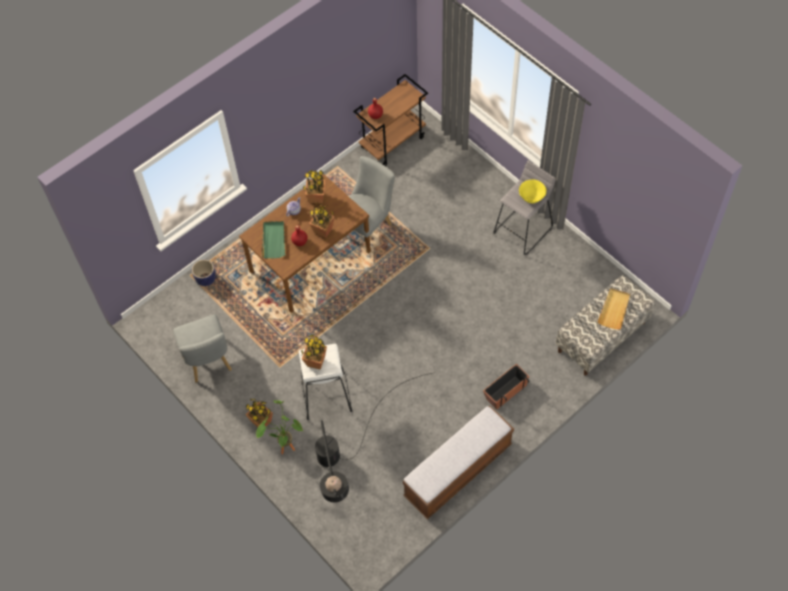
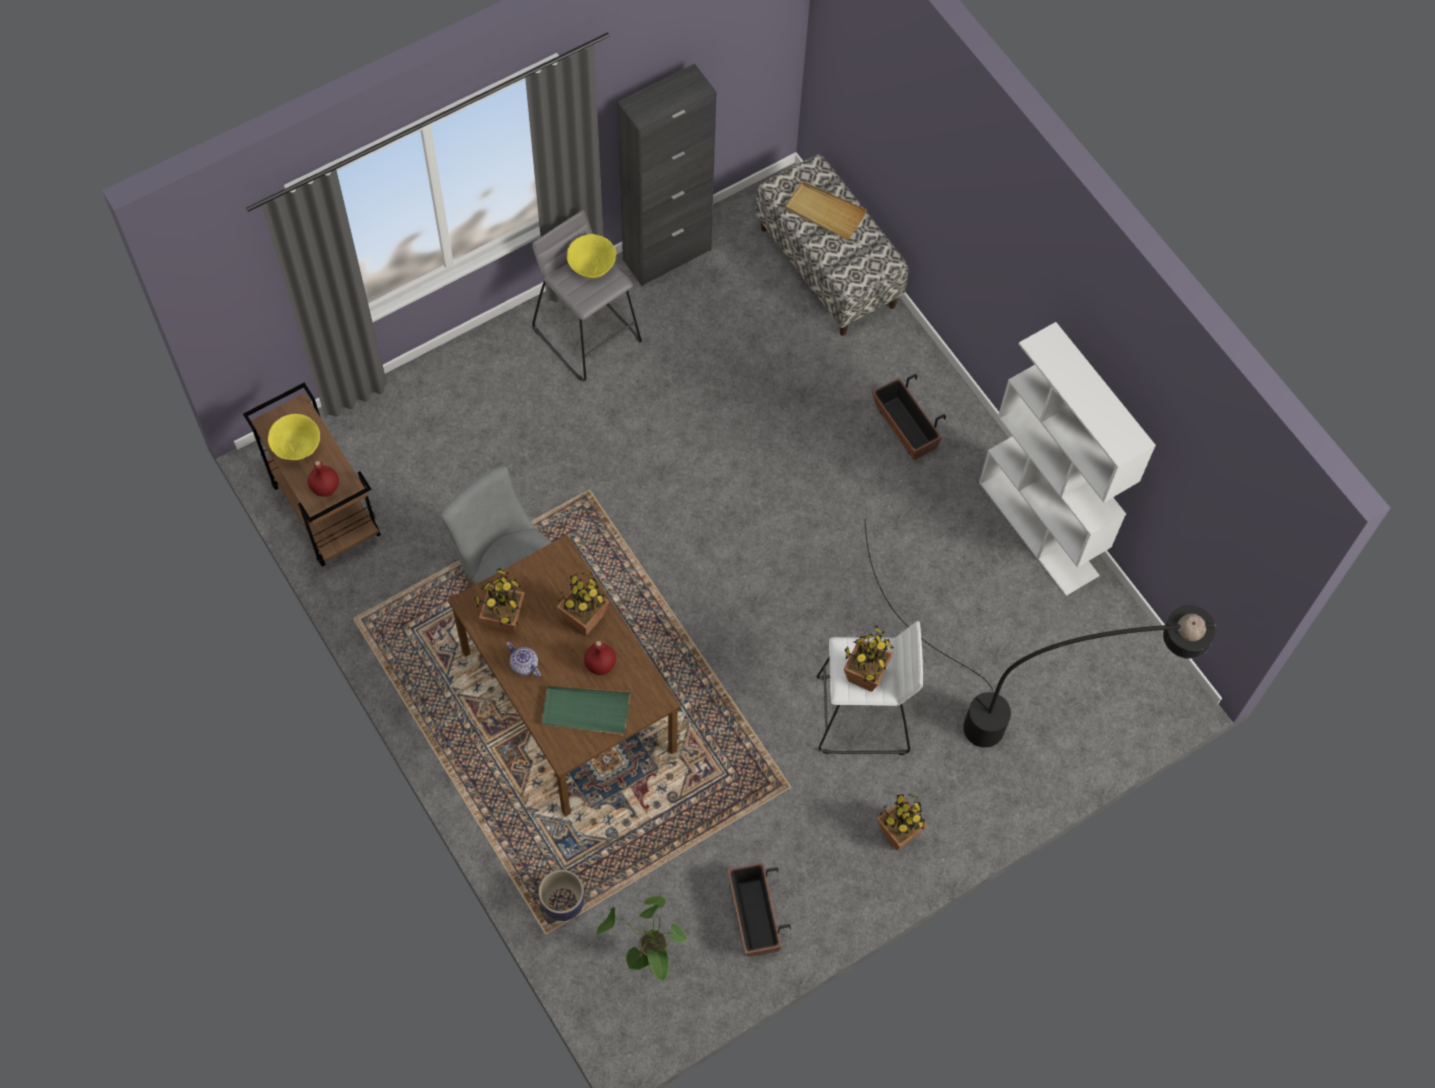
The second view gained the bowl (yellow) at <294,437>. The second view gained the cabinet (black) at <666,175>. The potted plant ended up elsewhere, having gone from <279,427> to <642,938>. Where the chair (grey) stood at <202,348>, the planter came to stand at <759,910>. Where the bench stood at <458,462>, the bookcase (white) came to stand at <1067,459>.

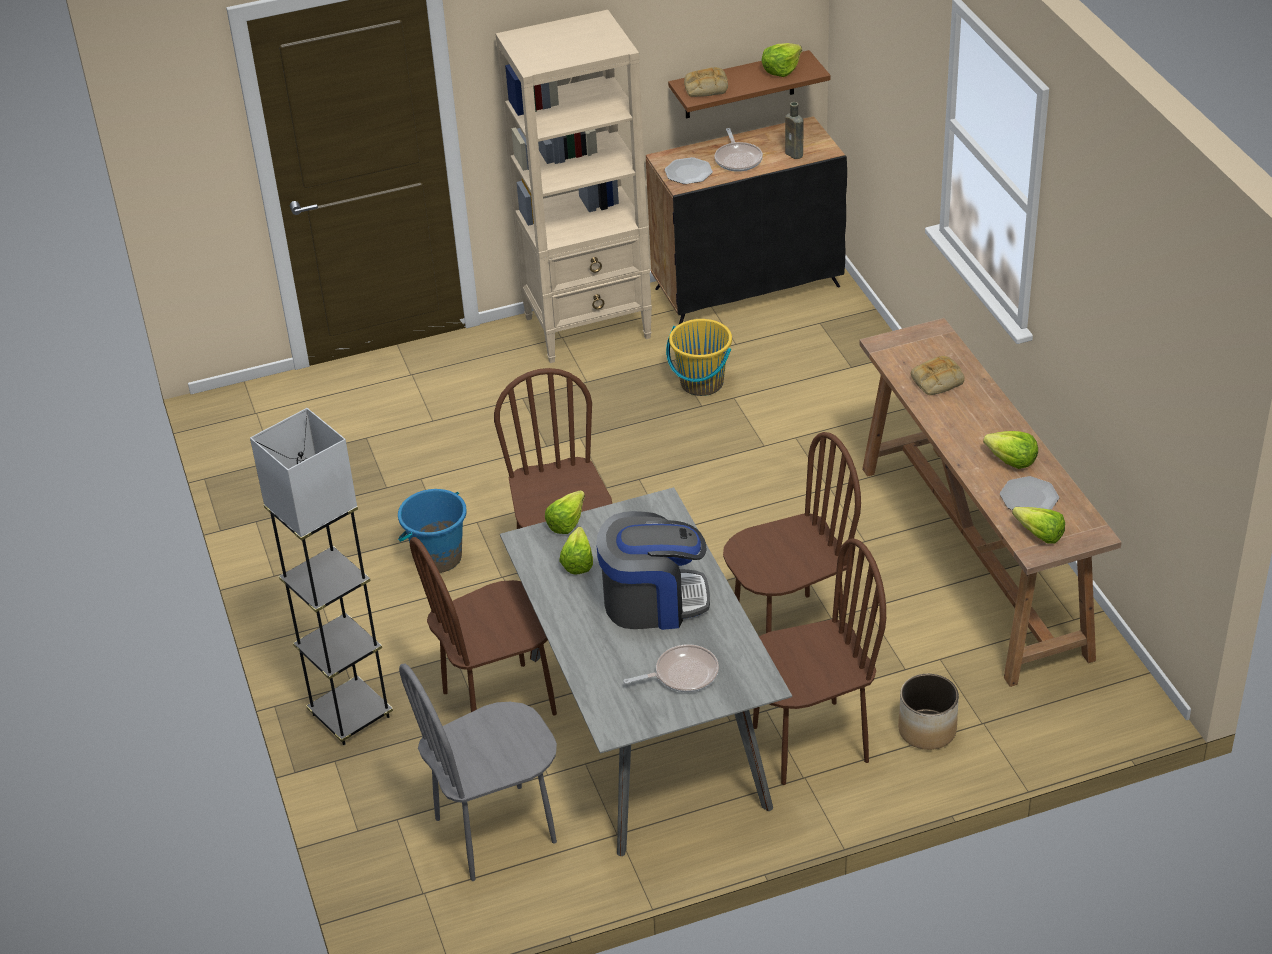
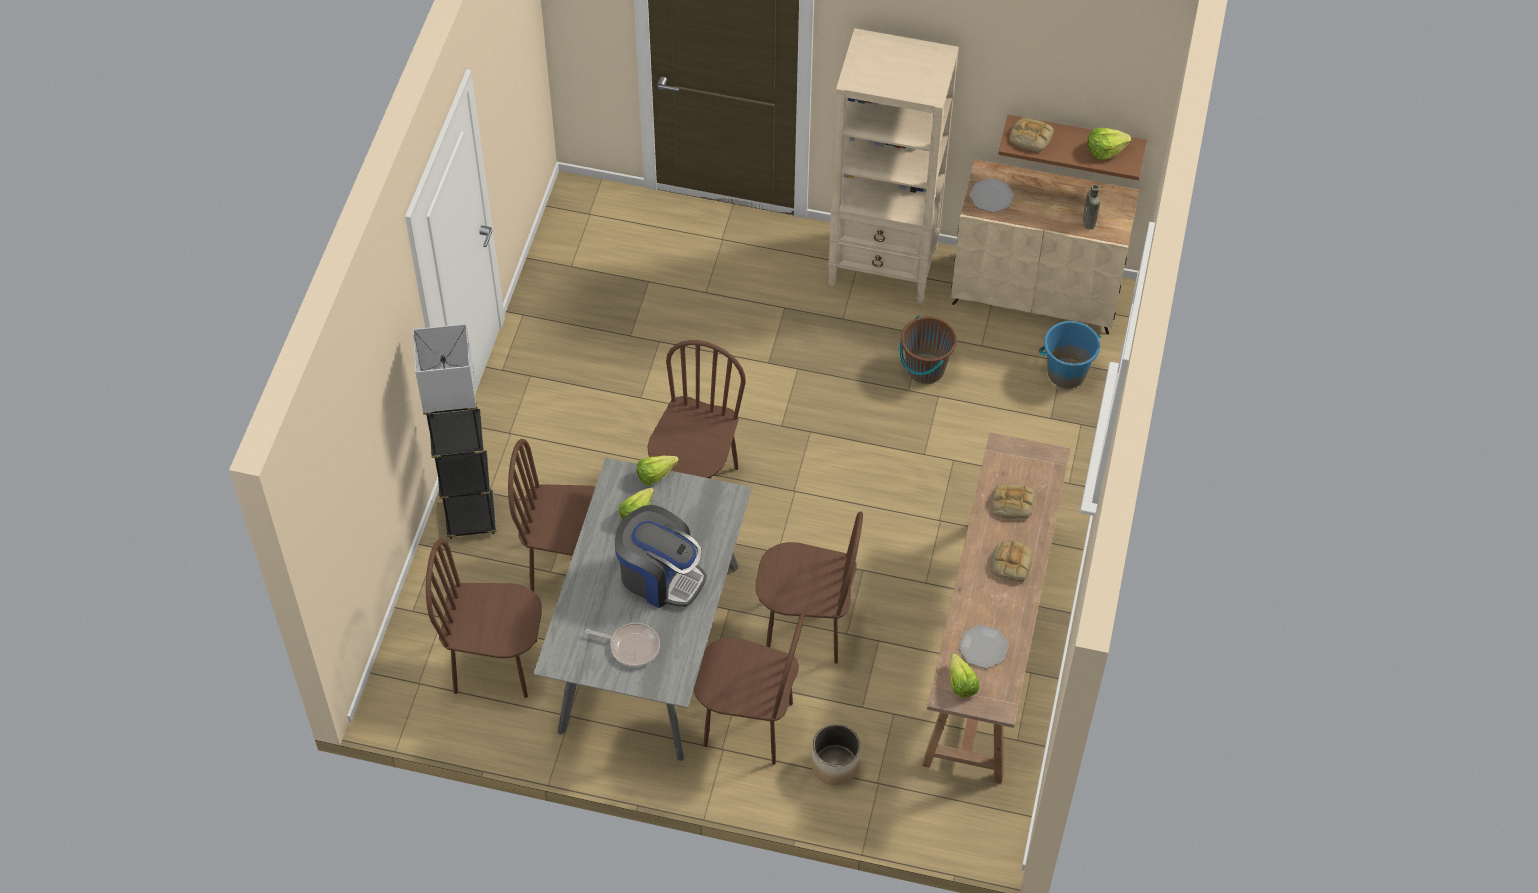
The second view lost the frying pan at <739,150>. The second view lost the lettuce at <1010,450>. The second view gained the bread at <1012,561>. The bucket (blue) ended up elsewhere, having gone from <432,531> to <1070,354>. What was the chair (grey) at <478,772> turned into the chair (brown) at <484,618>. What was the cabinet (black) at <746,220> turned into the cabinet (beige) at <1045,247>. What was the bucket (yellow) at <699,357> turned into the bucket (brown) at <928,349>.

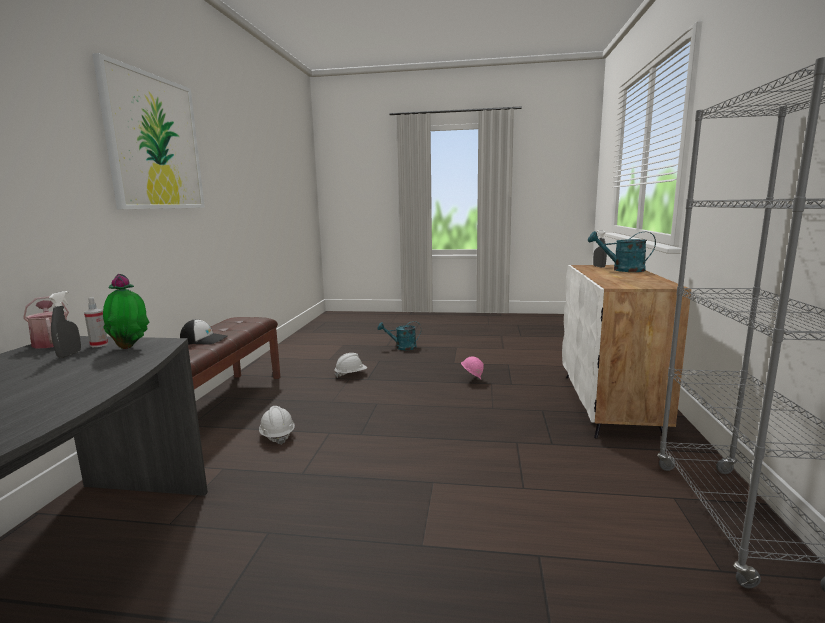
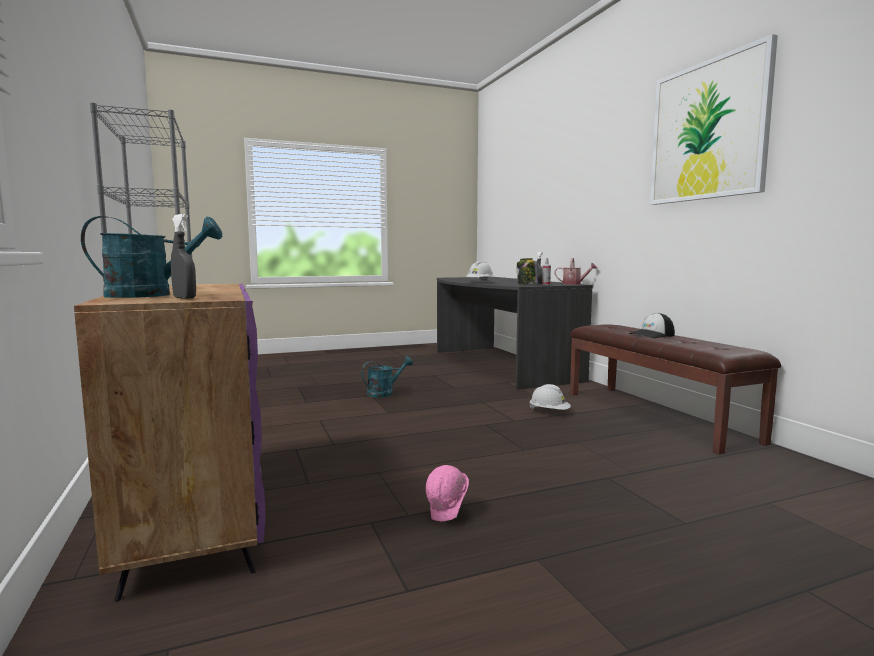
The hard hat (white) ended up elsewhere, having gone from <350,365> to <479,271>. The watering can (turquoise) ended up elsewhere, having gone from <399,335> to <387,377>. Where the potted plant stood at <126,311>, the jar came to stand at <527,271>. What was the cabinet (white) at <626,353> turned into the cabinet (purple) at <170,443>.

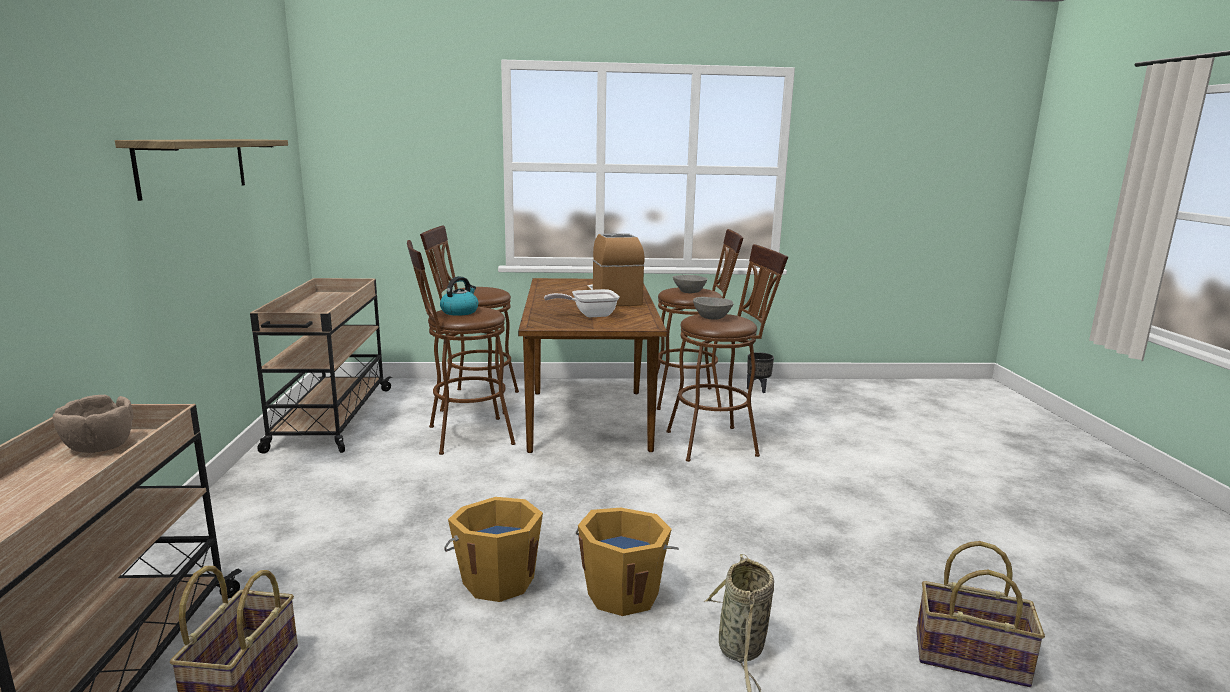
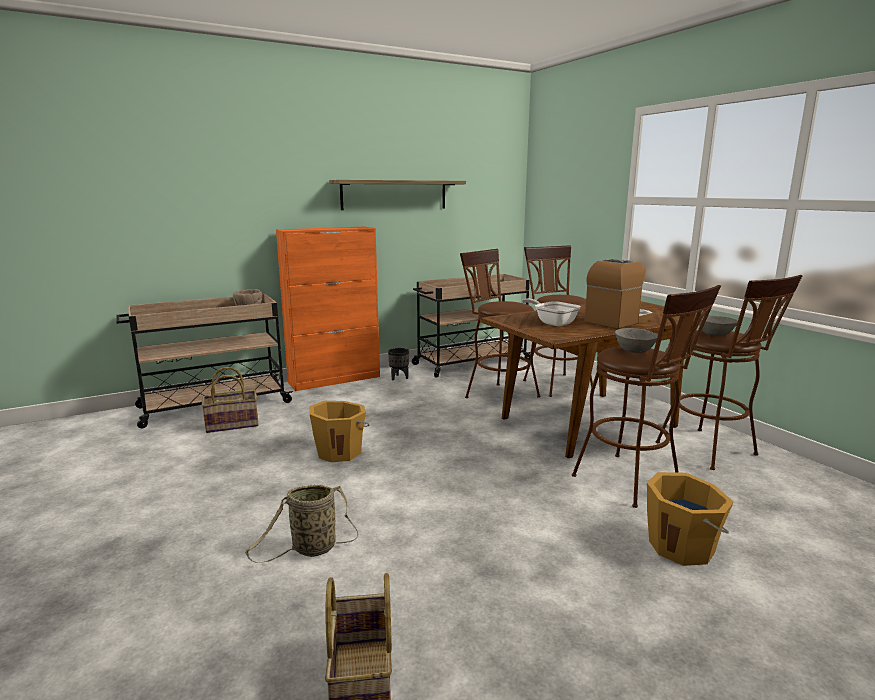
The second view lost the kettle at <459,296>. The second view gained the cabinet (orange) at <328,309>. The bucket (orange) ended up elsewhere, having gone from <627,562> to <690,519>. The planter (black) ended up elsewhere, having gone from <760,372> to <398,364>.

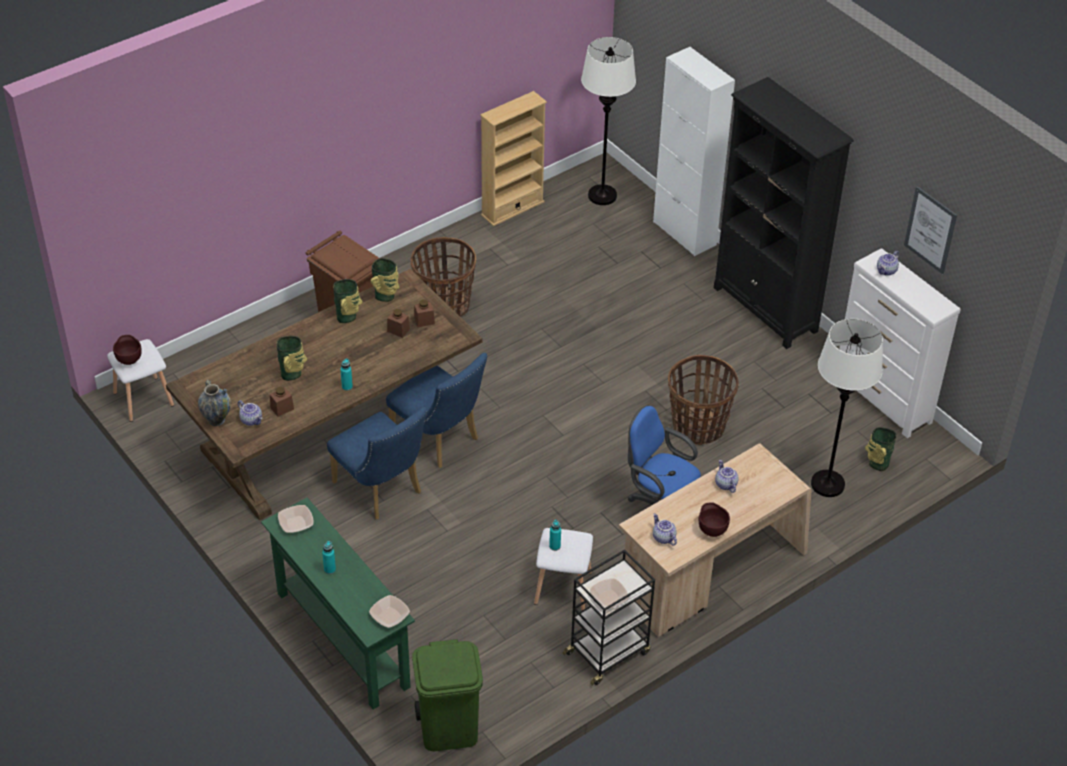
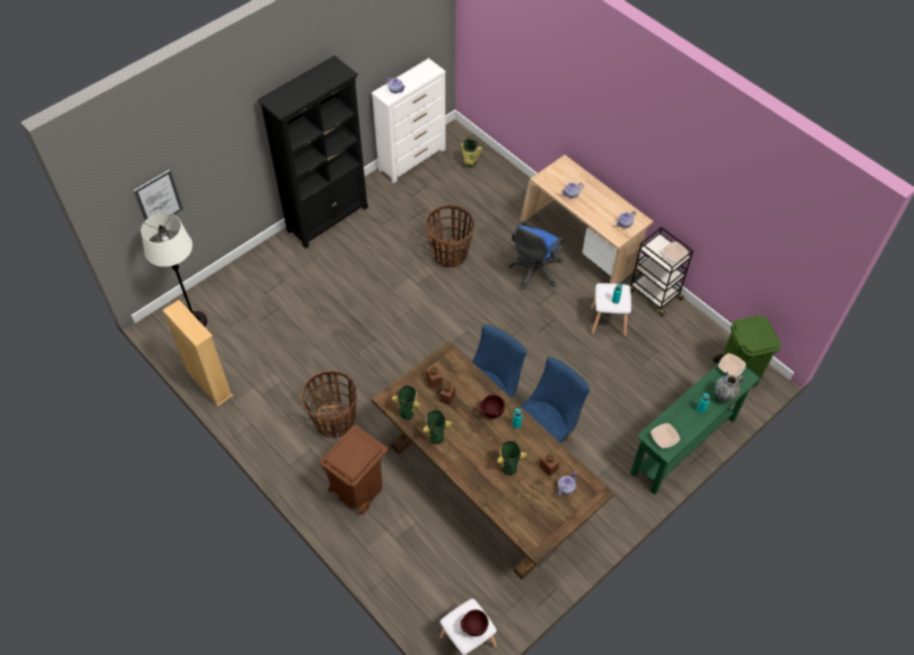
The second view lost the cabinet (white) at <694,151>. The second view lost the floor lamp (white) at <847,407>. The vase ended up elsewhere, having gone from <214,403> to <729,387>. The bowl (brown) ended up elsewhere, having gone from <714,519> to <492,406>. The picture ended up elsewhere, having gone from <930,230> to <158,195>.

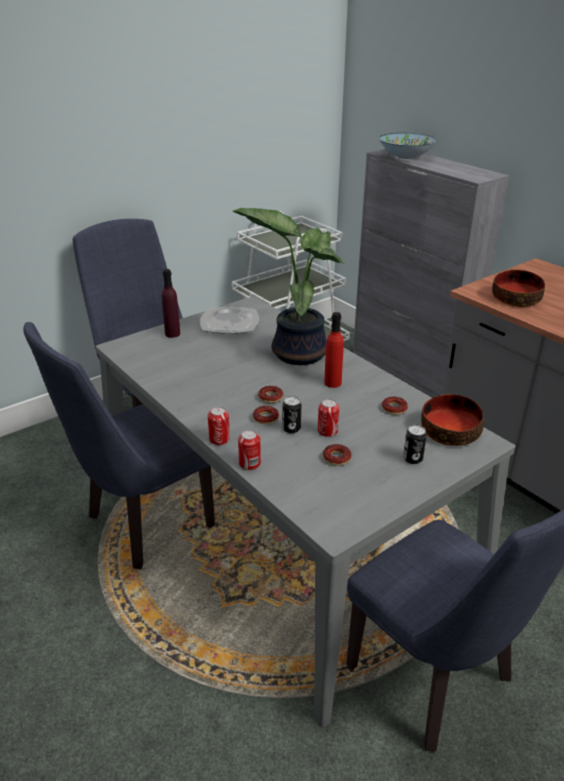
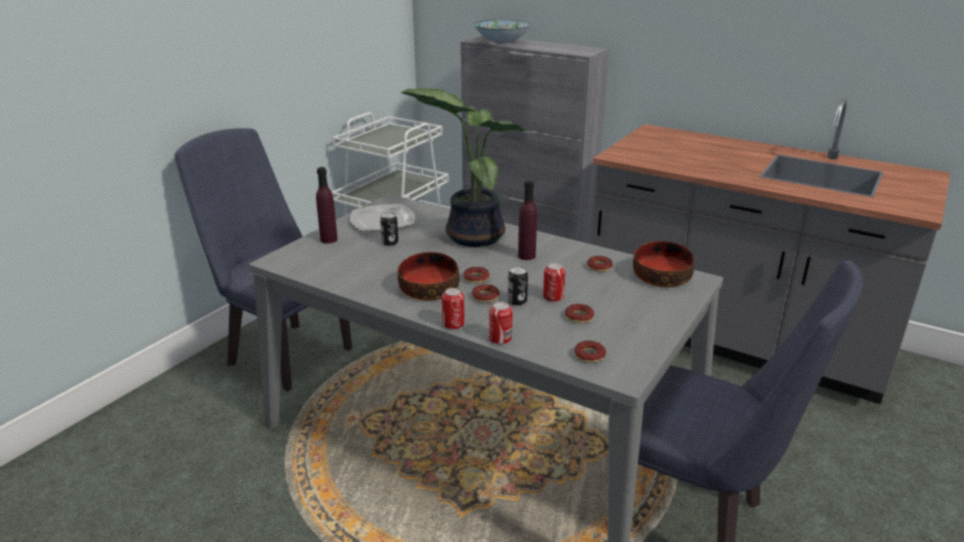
The second view lost the chair (blue) at <119,445>. The second view gained the donut at <590,352>. The can ended up elsewhere, having gone from <415,444> to <389,229>. The bowl ended up elsewhere, having gone from <518,288> to <428,276>. What was the bottle (red) at <334,350> turned into the bottle (purple) at <527,220>.

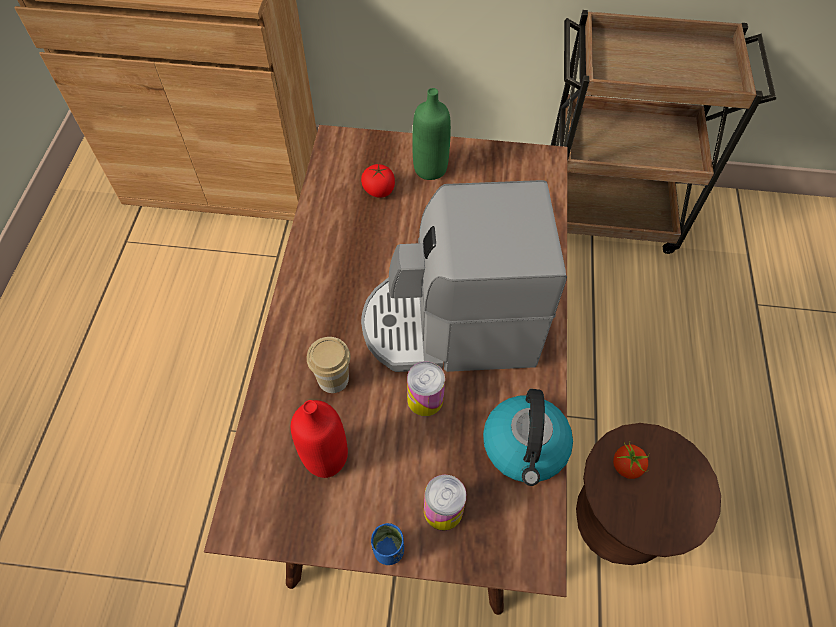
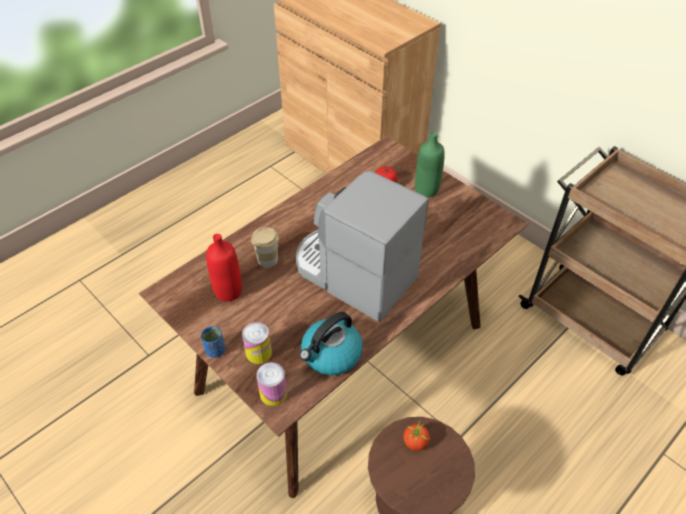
The can ended up elsewhere, having gone from <426,389> to <271,384>.

